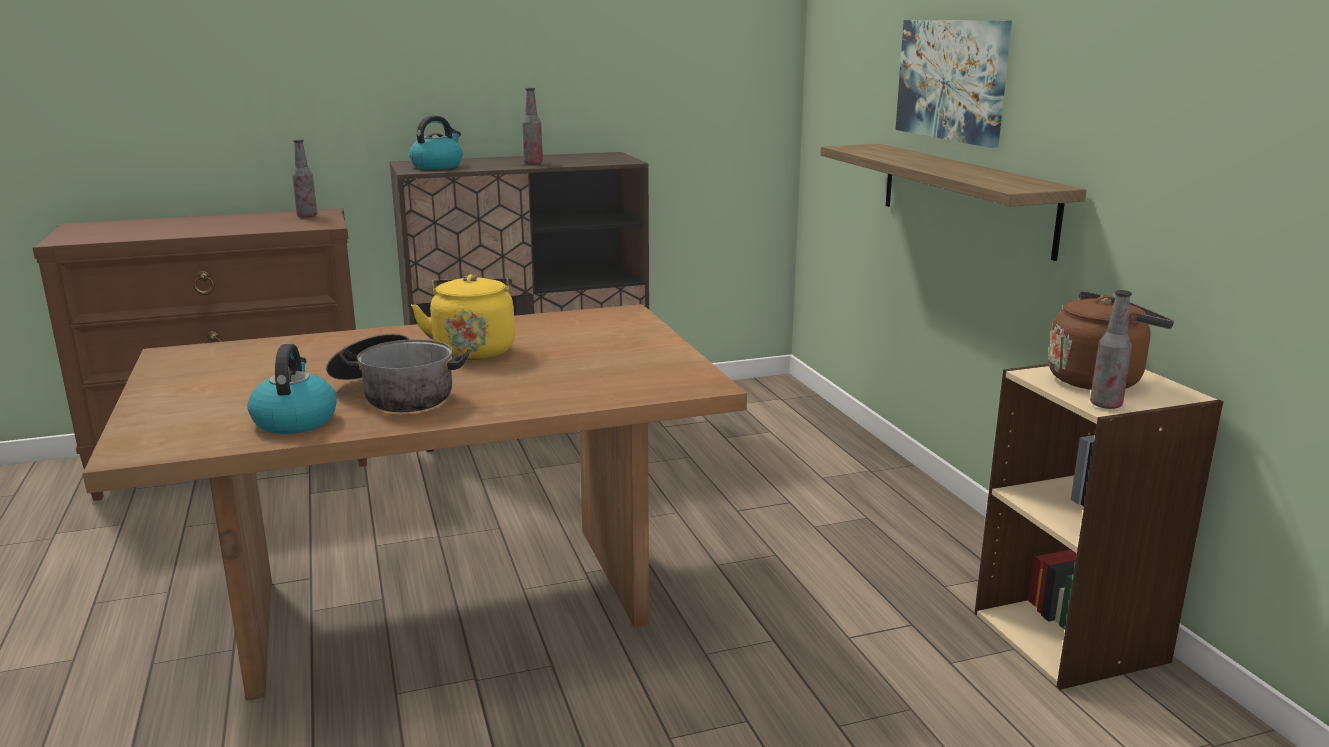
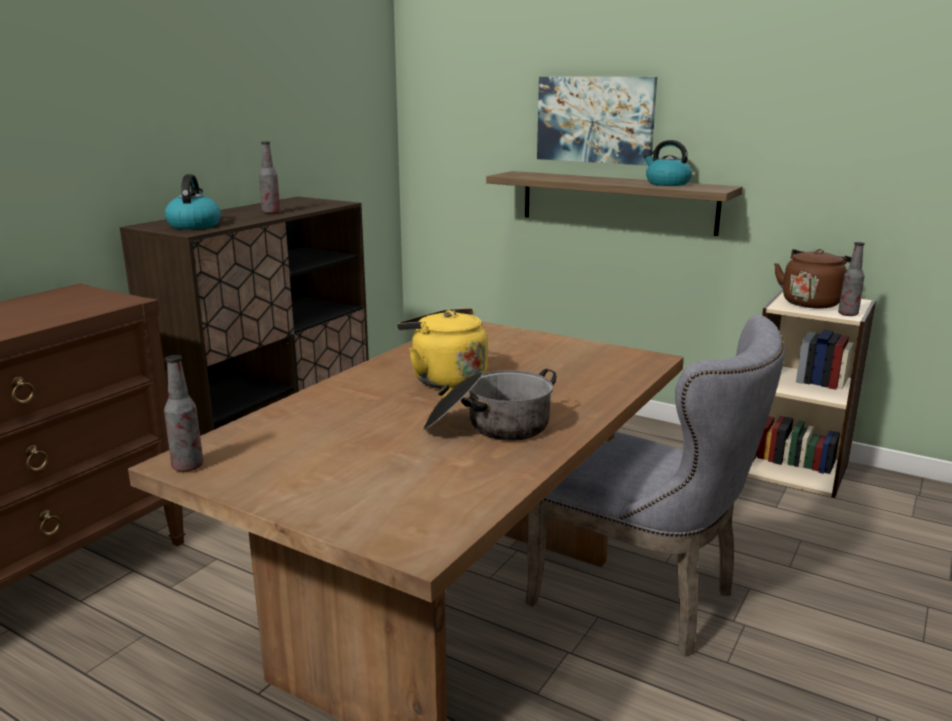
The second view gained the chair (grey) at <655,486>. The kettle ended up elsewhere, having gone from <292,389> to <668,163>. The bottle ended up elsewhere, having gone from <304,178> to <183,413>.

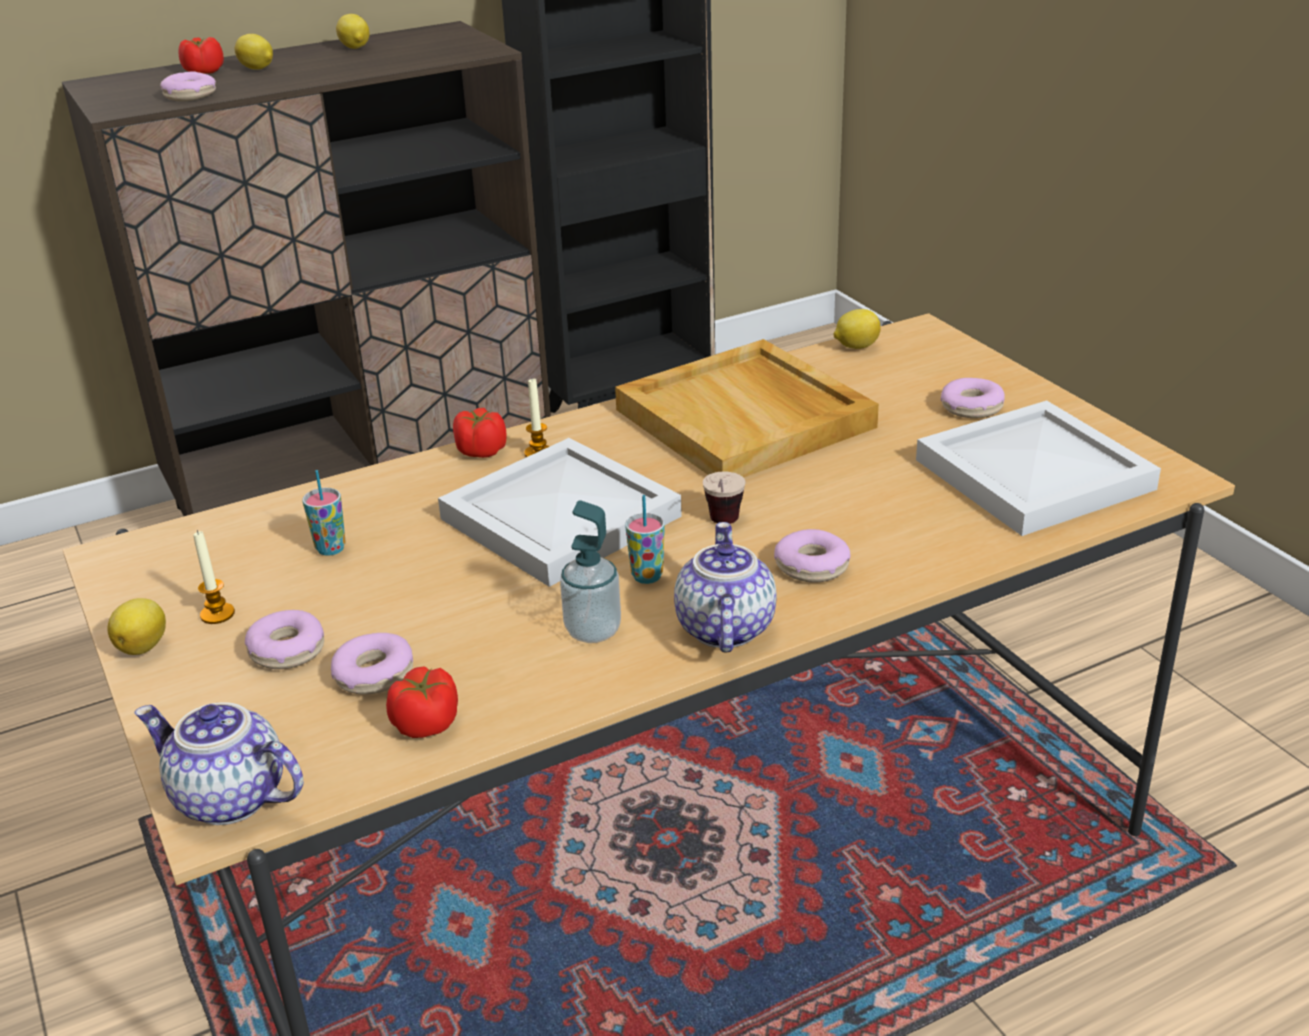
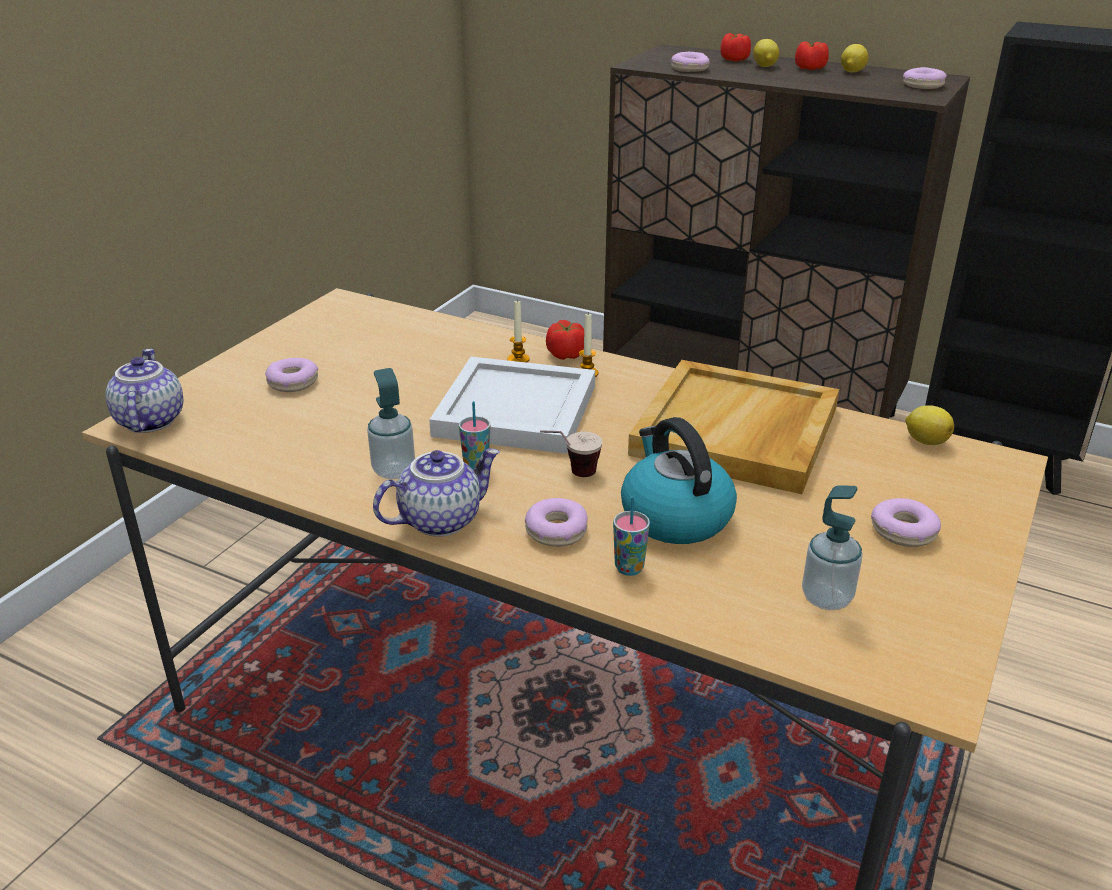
The second view lost the lemon at <136,626>. The second view gained the kettle at <679,480>. The candle ended up elsewhere, having gone from <214,577> to <518,332>. The cup ended up elsewhere, having gone from <324,513> to <631,536>. The donut ended up elsewhere, having gone from <372,664> to <925,78>. The tomato ended up elsewhere, having gone from <422,702> to <812,55>. Where the tray (white) stood at <1038,468>, the soap dispenser came to stand at <832,547>.

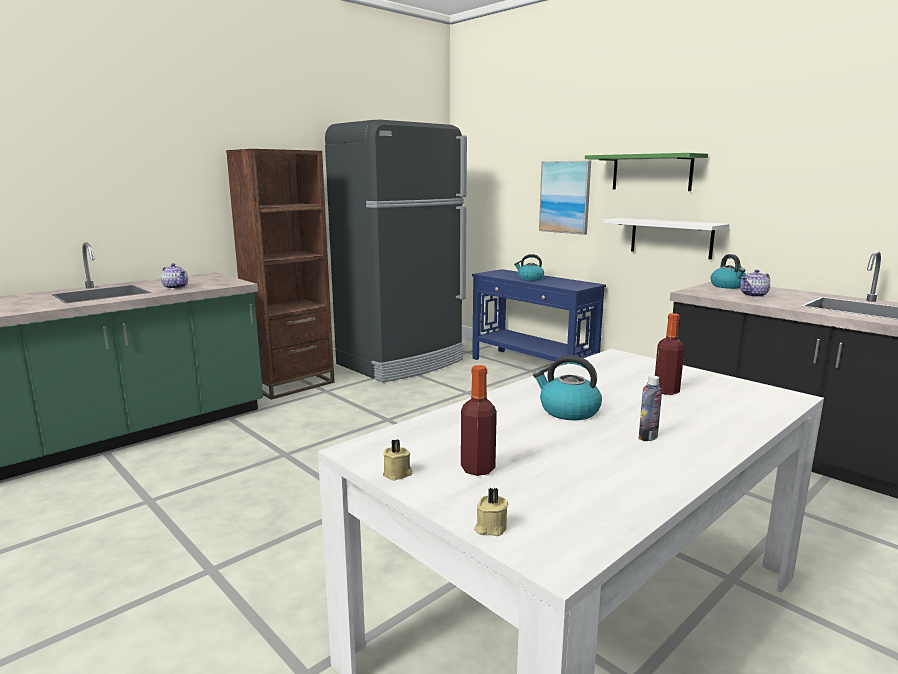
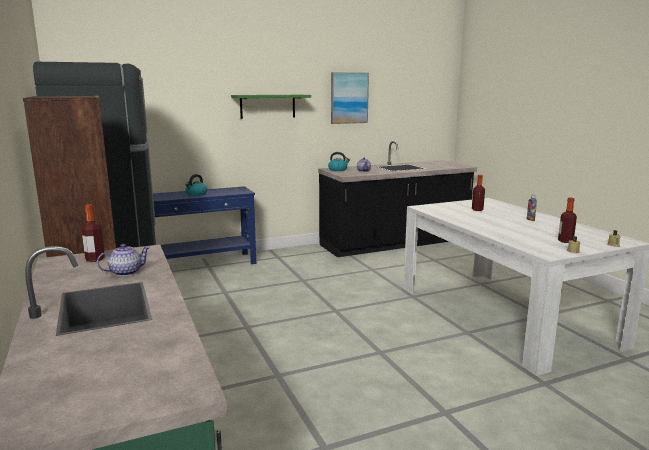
The second view lost the kettle at <567,387>. The second view lost the shelf (white) at <667,238>. The second view gained the bottle at <93,233>. The picture ended up elsewhere, having gone from <565,198> to <350,98>.

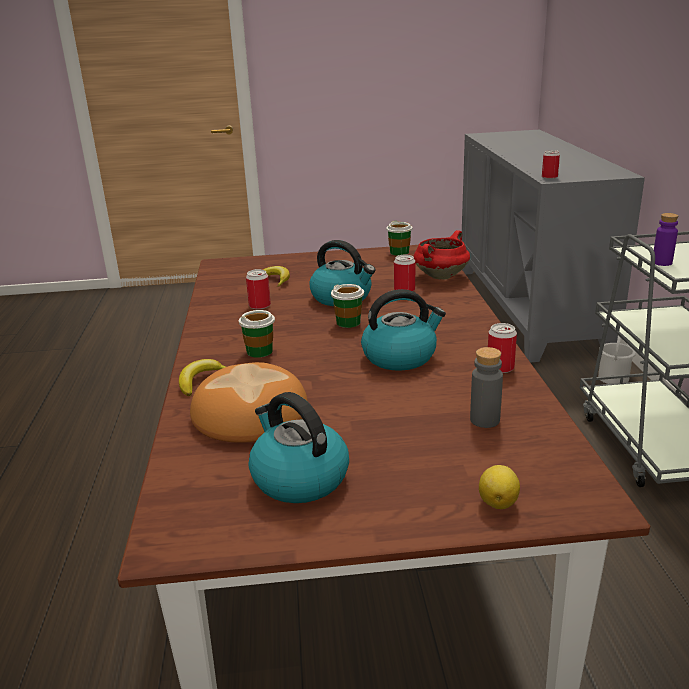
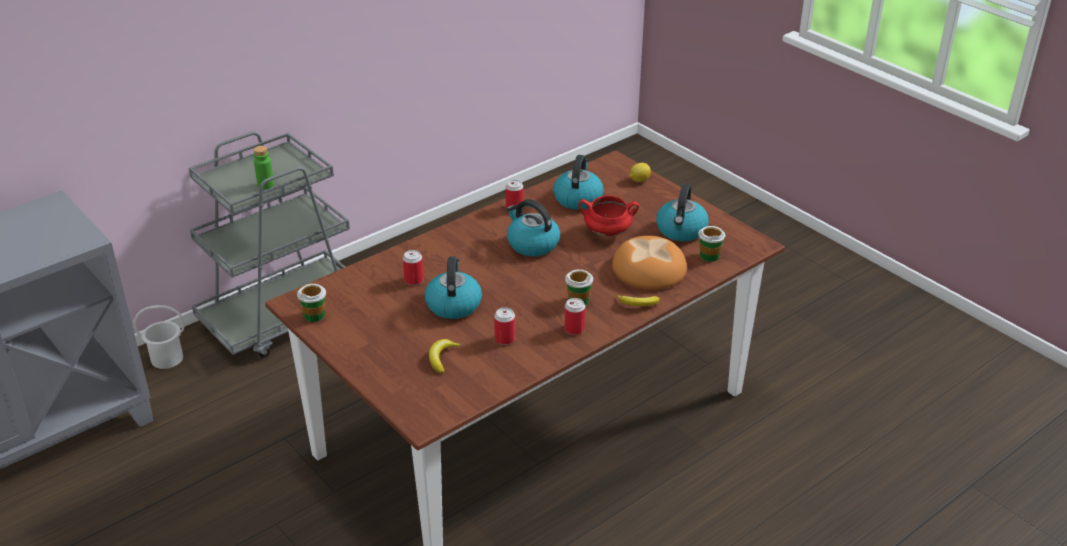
The cup ended up elsewhere, having gone from <347,306> to <711,244>. The cooking pot (red) ended up elsewhere, having gone from <441,254> to <608,216>. The can ended up elsewhere, having gone from <551,164> to <574,316>. Where the bottle (grey) stood at <486,387>, the kettle came to stand at <578,182>. What was the bottle (purple) at <666,239> turned into the bottle (green) at <264,168>.

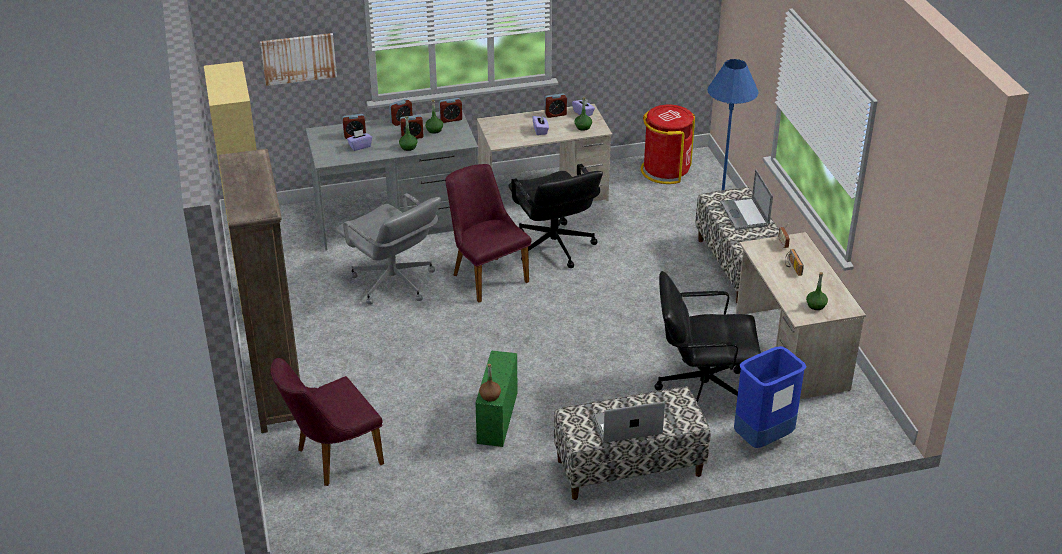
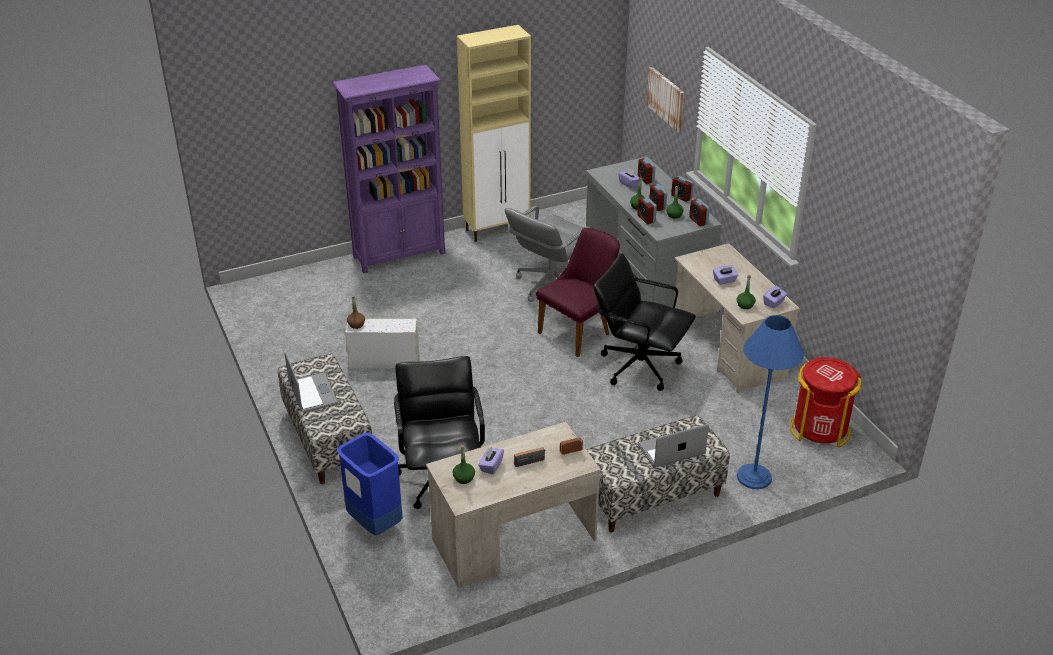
The second view lost the chair (purple) at <327,422>. The second view gained the tissue box (purple) at <491,461>. The alarm clock ended up elsewhere, having gone from <556,105> to <647,210>. What was the bookcase (brown) at <259,291> turned into the bookcase (purple) at <389,169>. What was the storage box (green) at <496,399> turned into the storage box (white) at <382,344>. The office chair (black) at <555,216> ended up facing another way, 60 degrees clockwise from before.

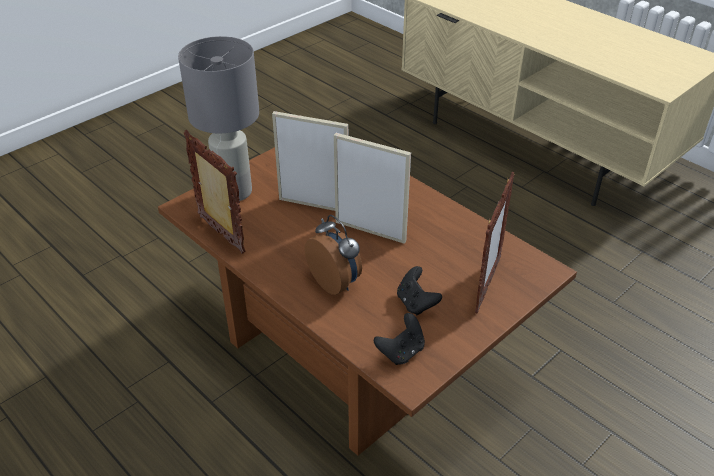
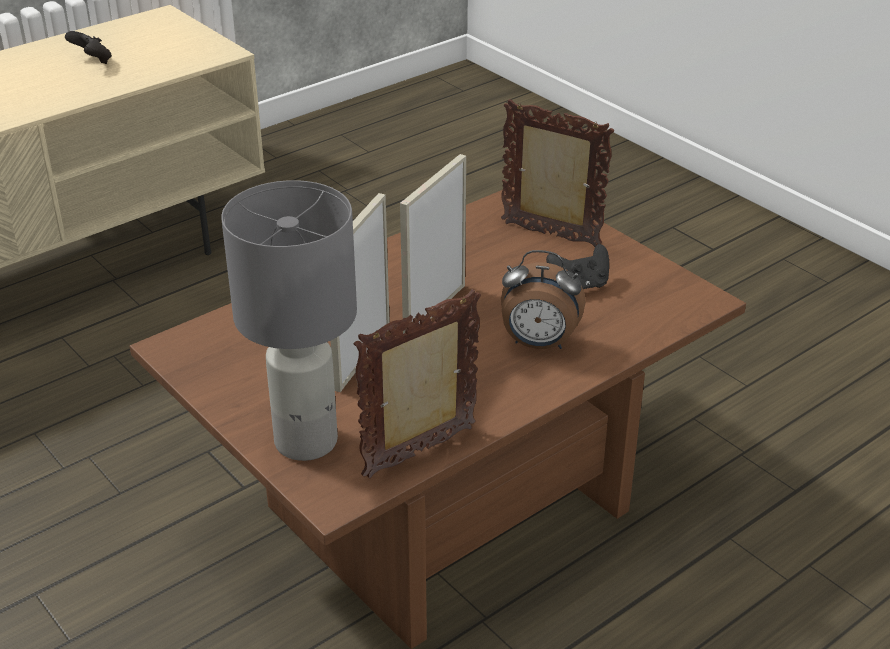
The game controller (black) ended up elsewhere, having gone from <399,339> to <88,47>. The alarm clock at <333,255> ended up facing another way, 135 degrees counterclockwise from before.

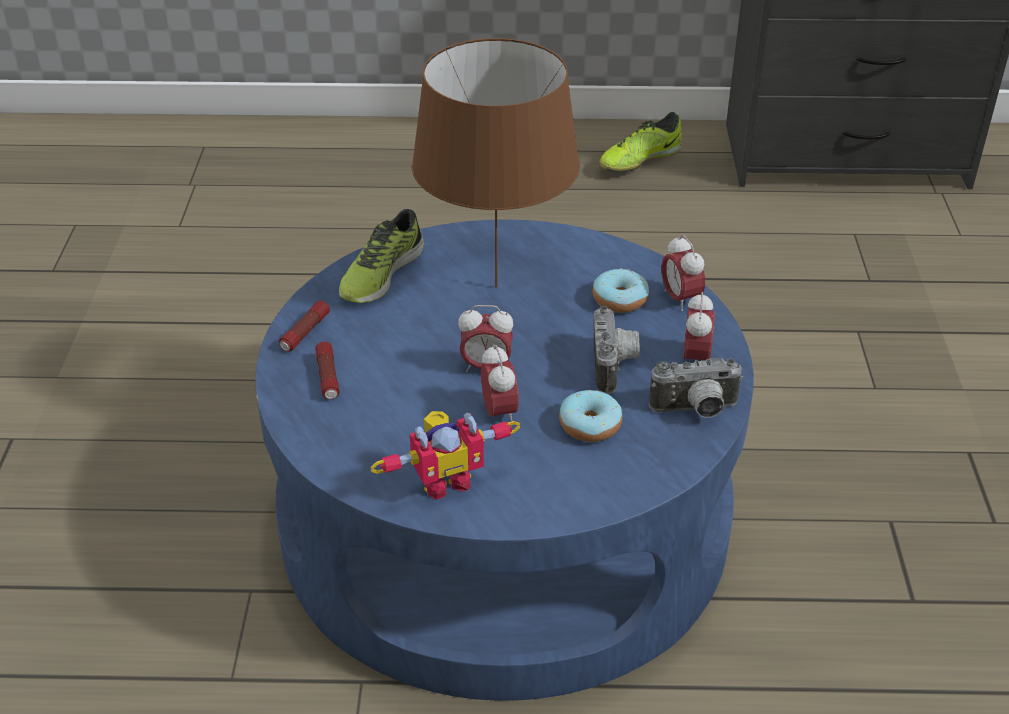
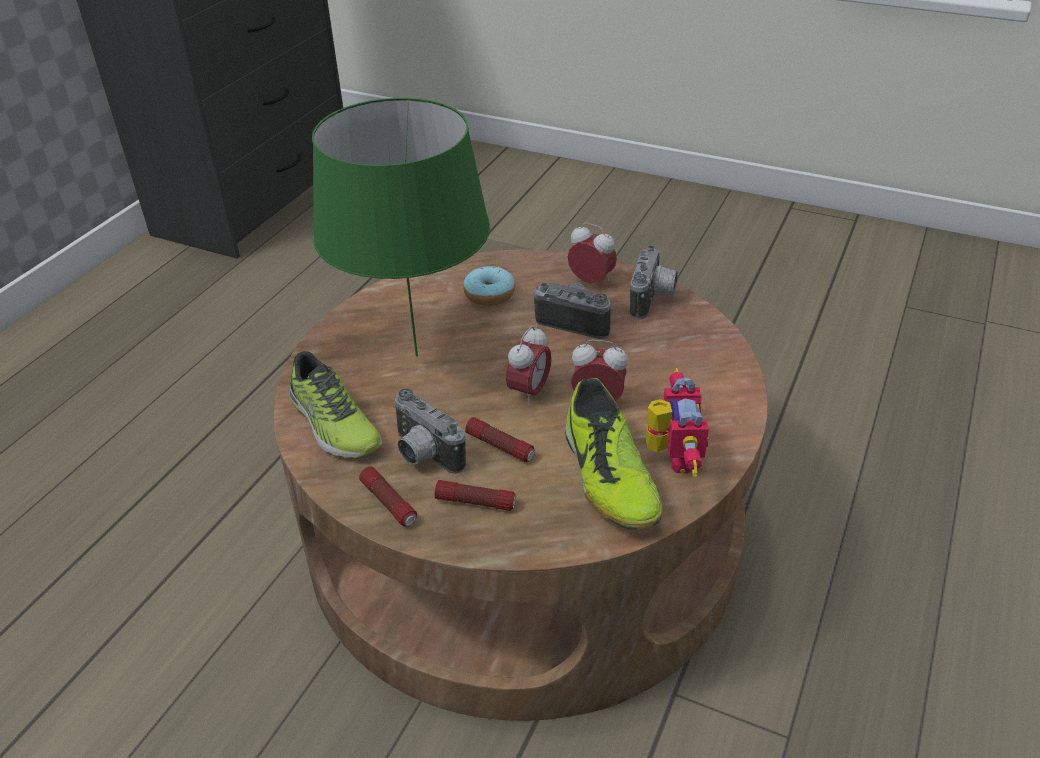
The second view lost the donut at <590,416>. The second view lost the alarm clock at <683,273>. The second view gained the photo camera at <429,431>. The second view gained the flashlight at <500,439>. The shoe ended up elsewhere, having gone from <640,142> to <614,454>. What was the coffee table (blue) at <504,460> turned into the coffee table (brown) at <521,485>. What was the table lamp (brown) at <496,163> turned into the table lamp (green) at <401,227>.

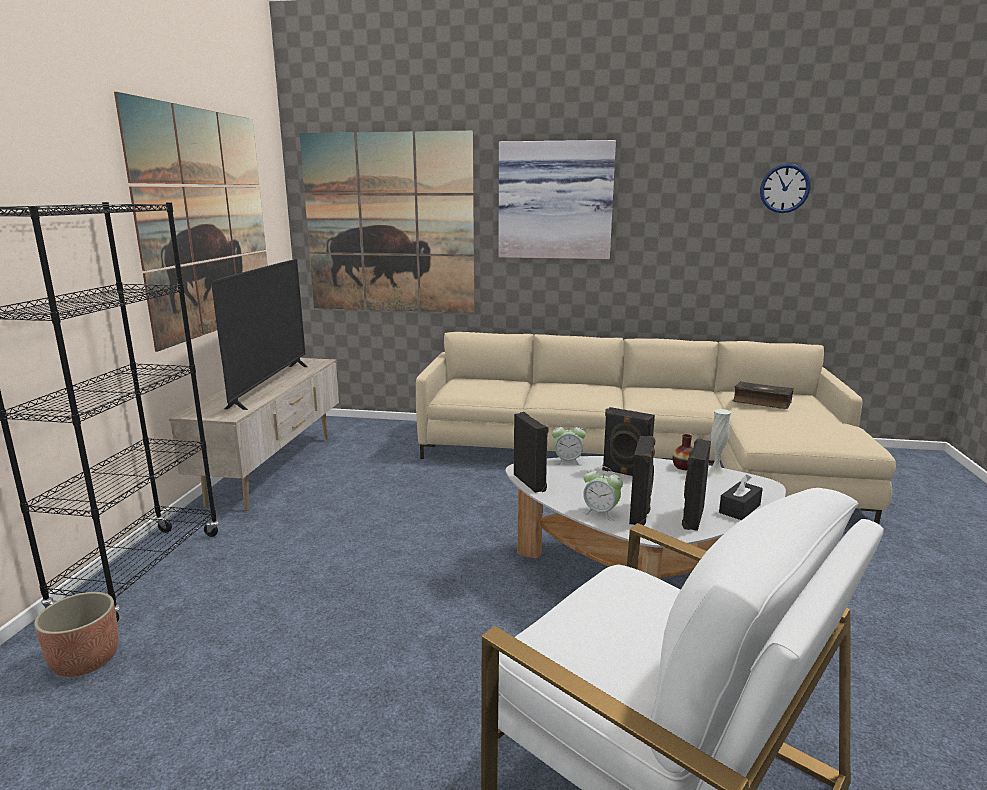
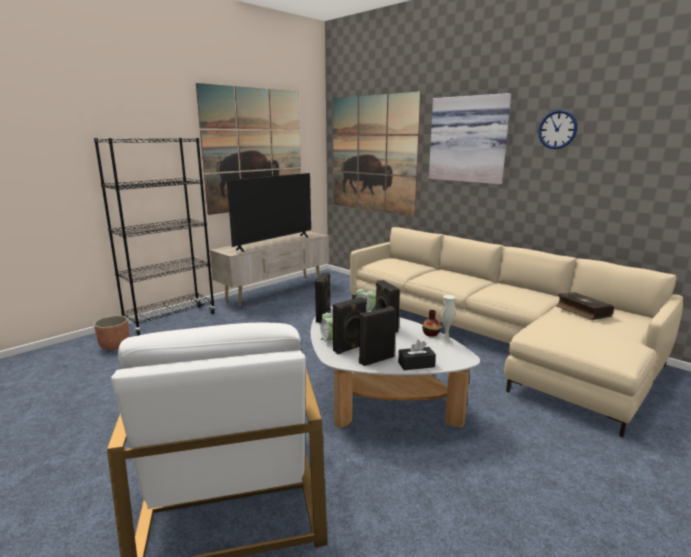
The wall clock ended up elsewhere, having gone from <785,188> to <557,129>.

